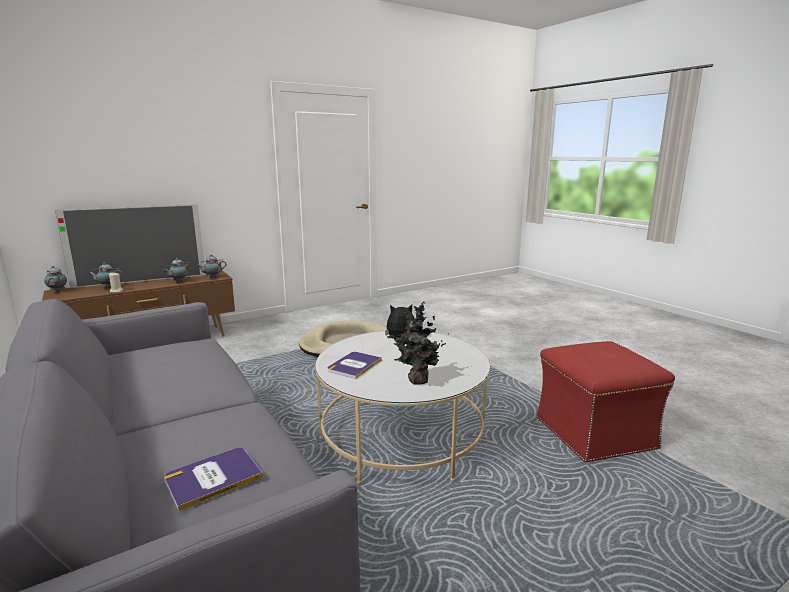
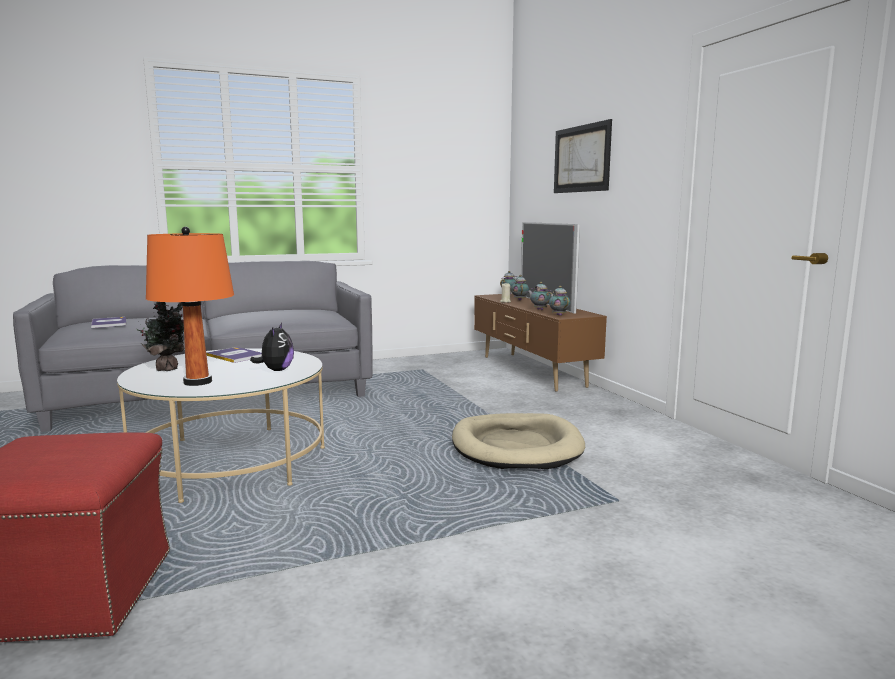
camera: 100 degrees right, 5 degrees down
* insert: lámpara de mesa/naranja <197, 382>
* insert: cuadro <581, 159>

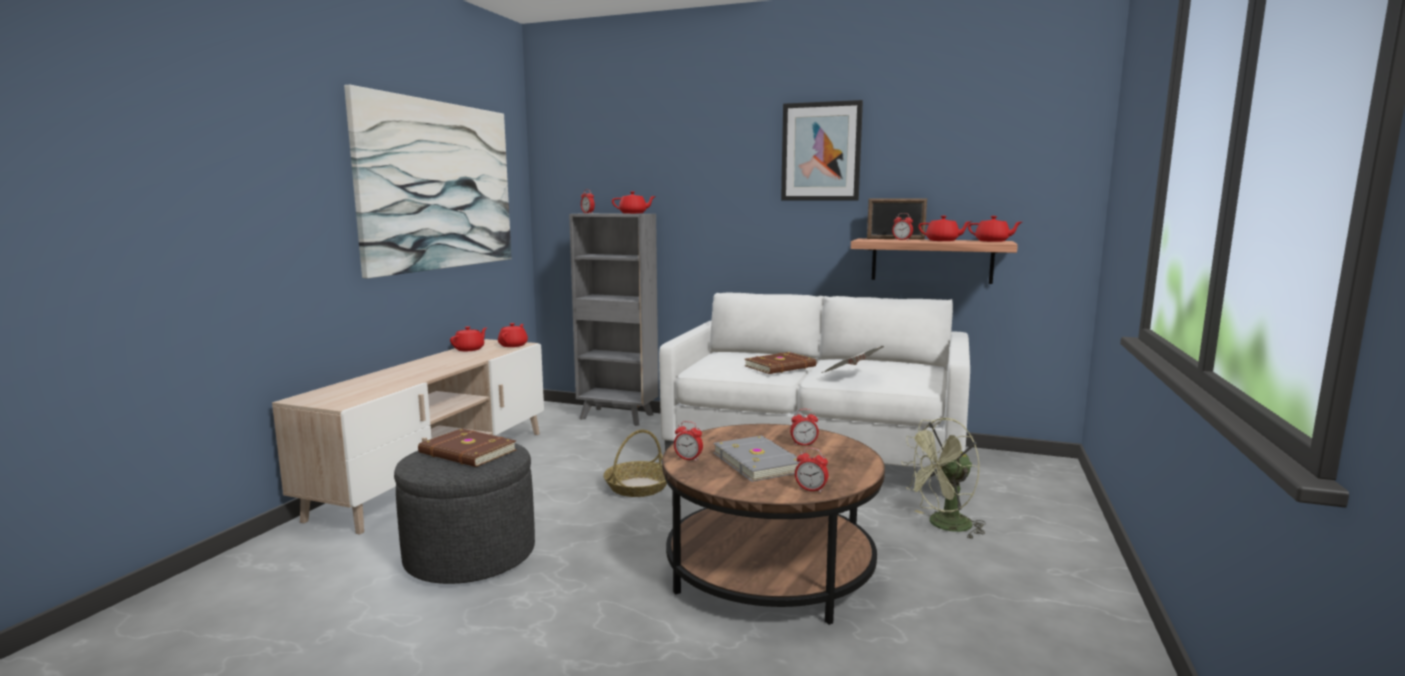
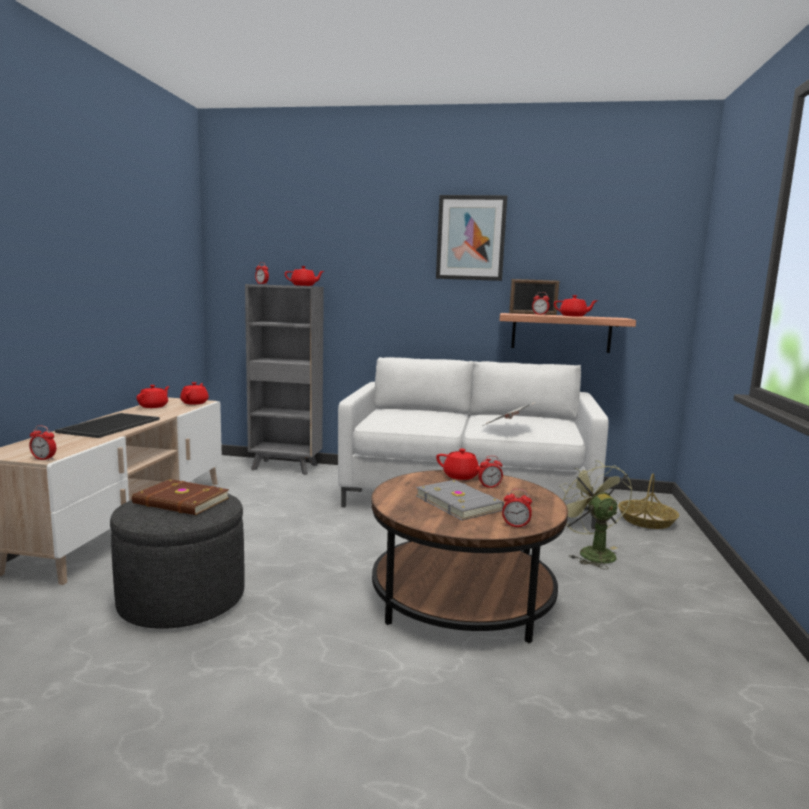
camera: 10 degrees left, 0 degrees up
* delete: cuadro <438, 186>
* move: cesta <638, 486> to <646, 520>
* move: despertador <688, 459> to <44, 459>
* delete: libro/marrón <781, 366>
* rotate: ventilador/verde <943, 526> = <591, 552> 105 degrees clockwise
* move: tetera/rojo <992, 241> to <461, 476>
* insert: bandeja <109, 425>

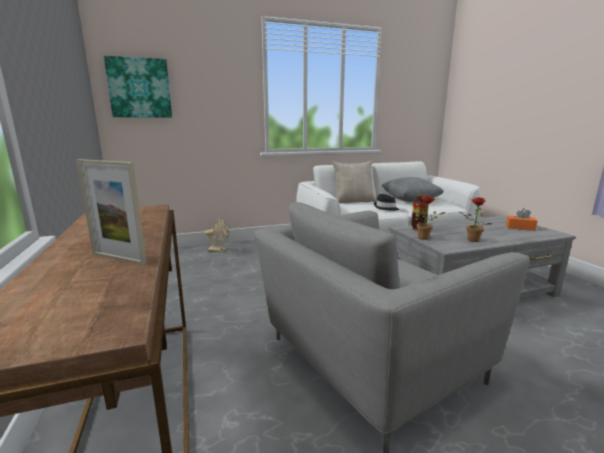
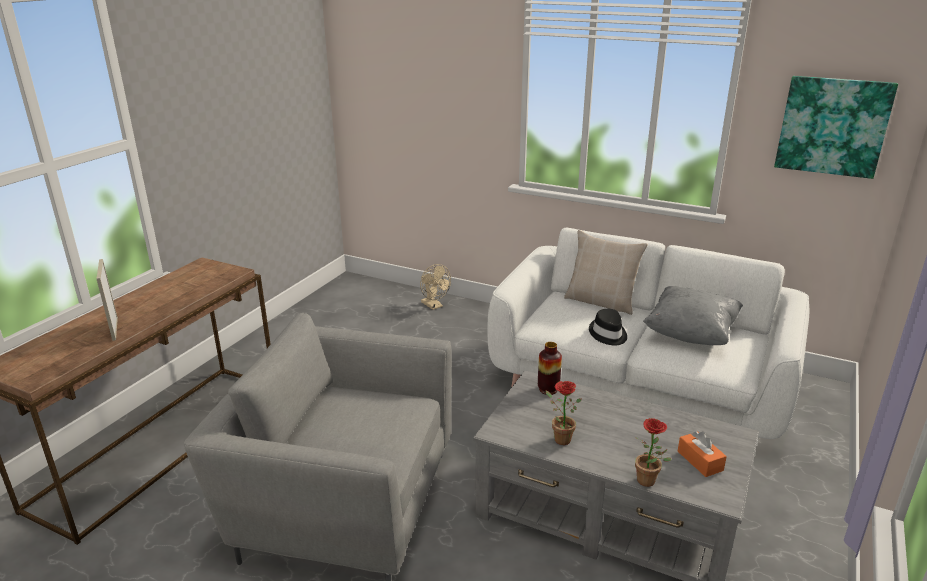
camera: 45 degrees right, 10 degrees up
* move: cuadro <140, 88> to <832, 126>
* move: planta en maceta <425, 238> to <649, 482>

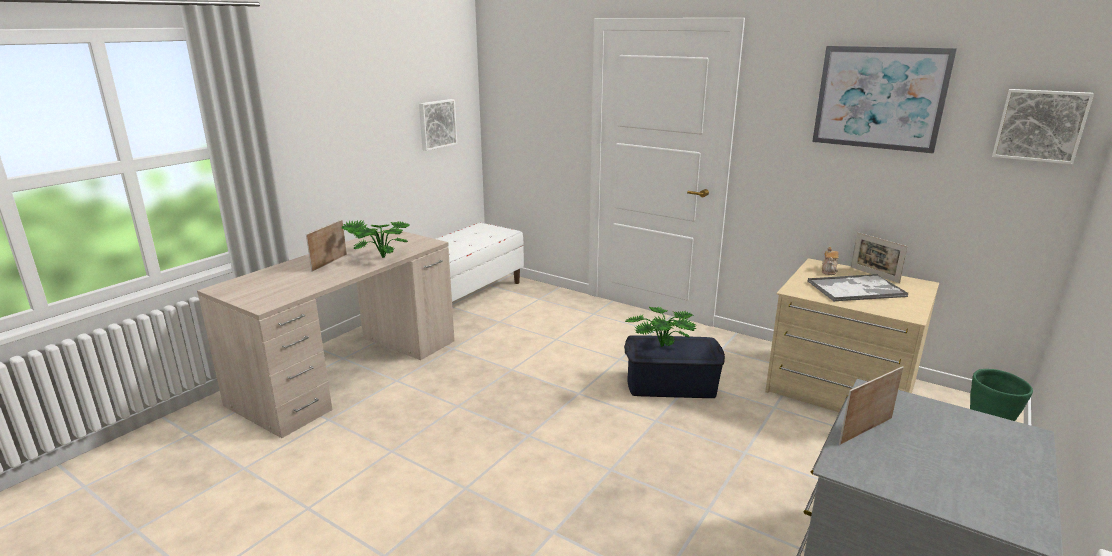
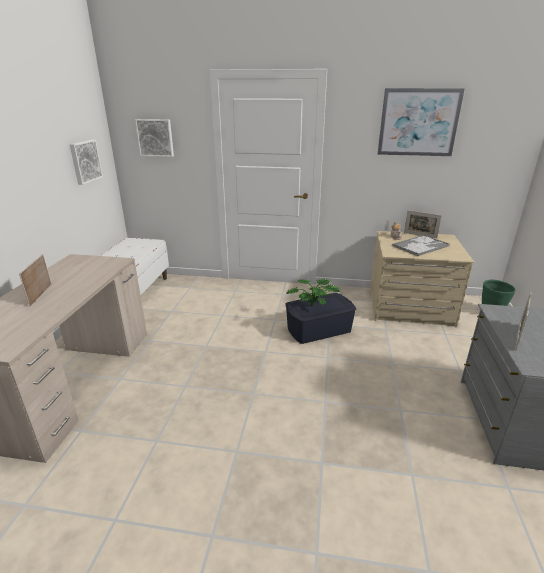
camera: 25 degrees left, 5 degrees up
* delete: planta en maceta <378, 258>
* move: cuadro <1040, 125> to <155, 137>

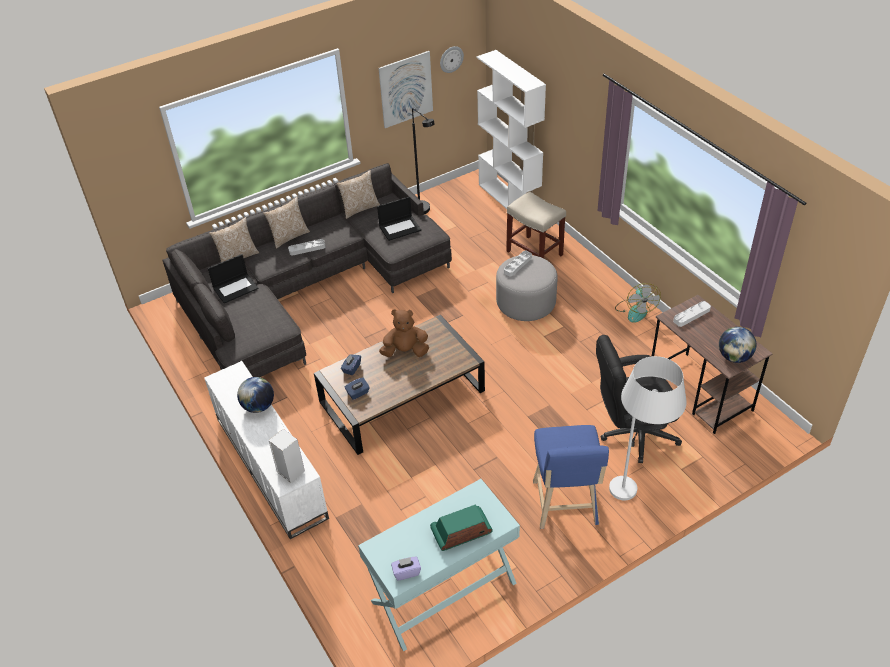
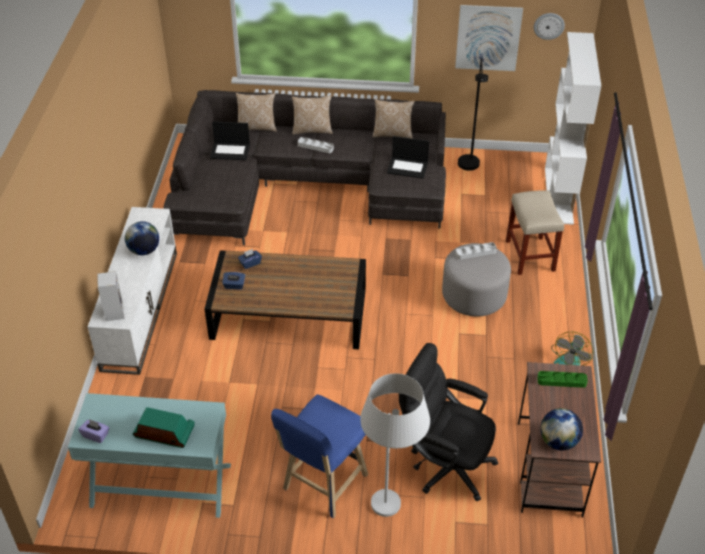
camera: 35 degrees right, 0 degrees up
* delete: peluche/marrón <405, 351>
* recolor: bandeja/gris <691, 315> to bandeja/verde <561, 381>

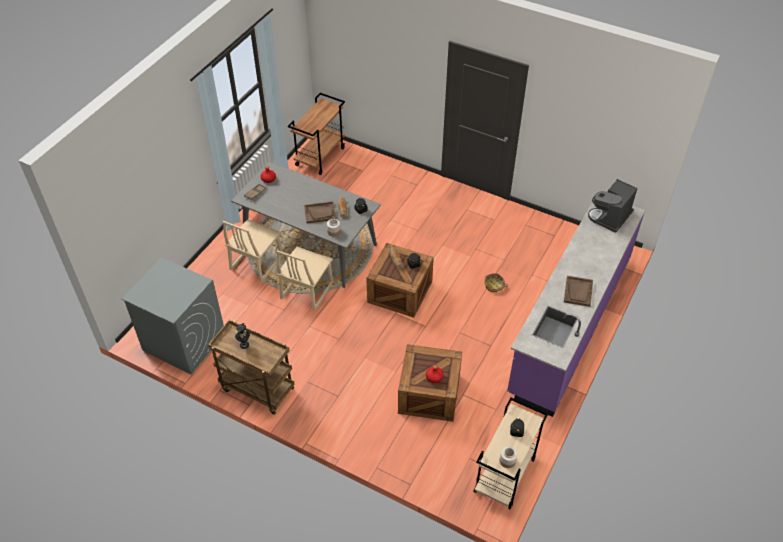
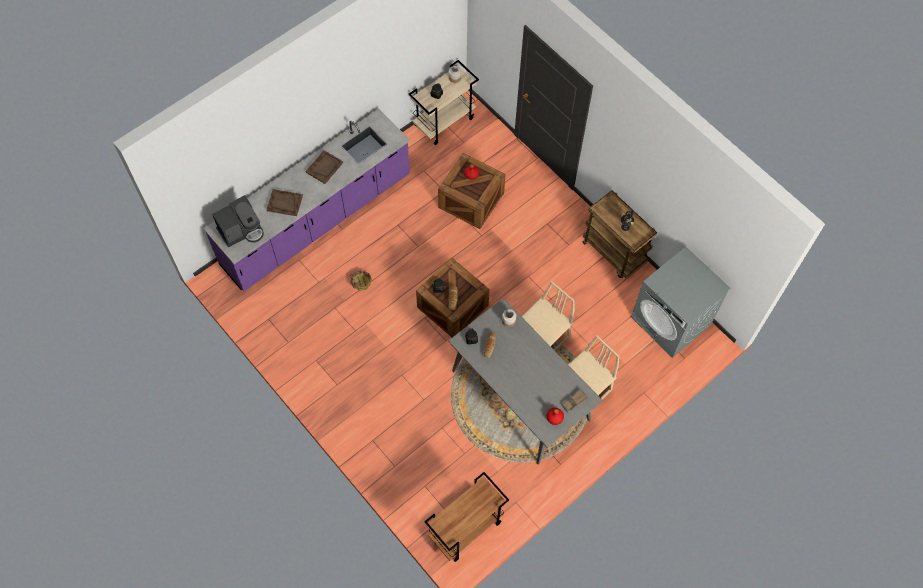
camera: 160 degrees left, 15 degrees up
* move: bandeja/marrón <320, 213> to <284, 203>

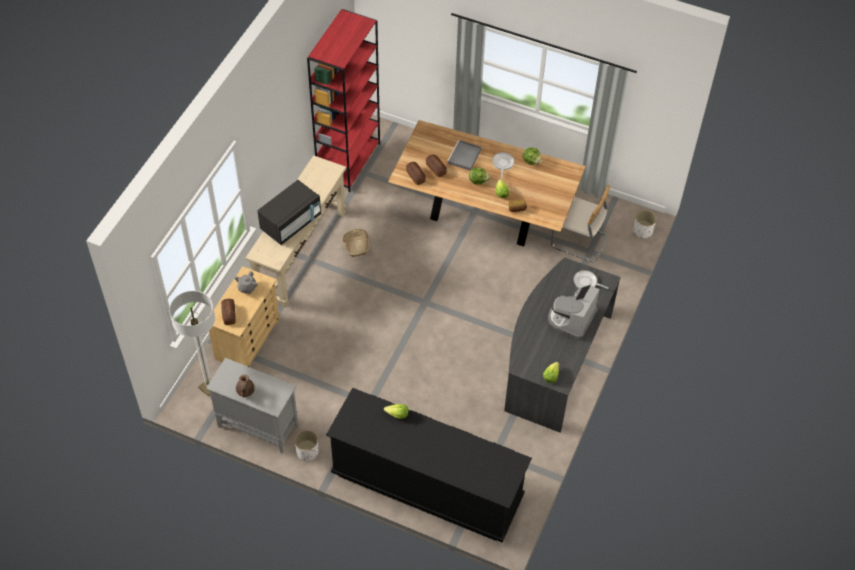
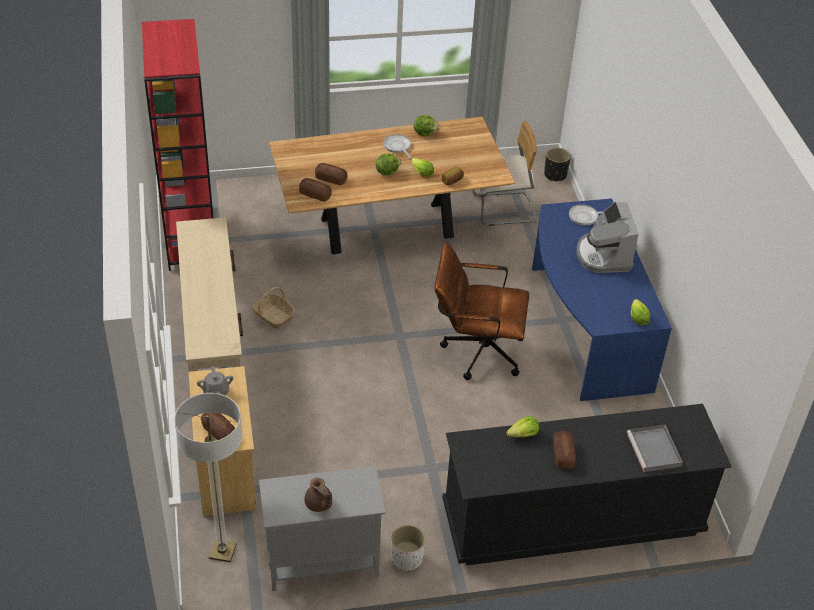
camera: 35 degrees left, 10 degrees down
* delete: microondas/negro <291, 223>
* move: bandeja/gris <464, 157> to <654, 451>
* recolor: escritorio/gris <554, 361> to escritorio/azul <584, 328>
* recolor: maceta/blanco <643, 231> to maceta/negro <555, 175>
* insert: silla de oficina/marrón <476, 350>
* insert: pan <563, 454>

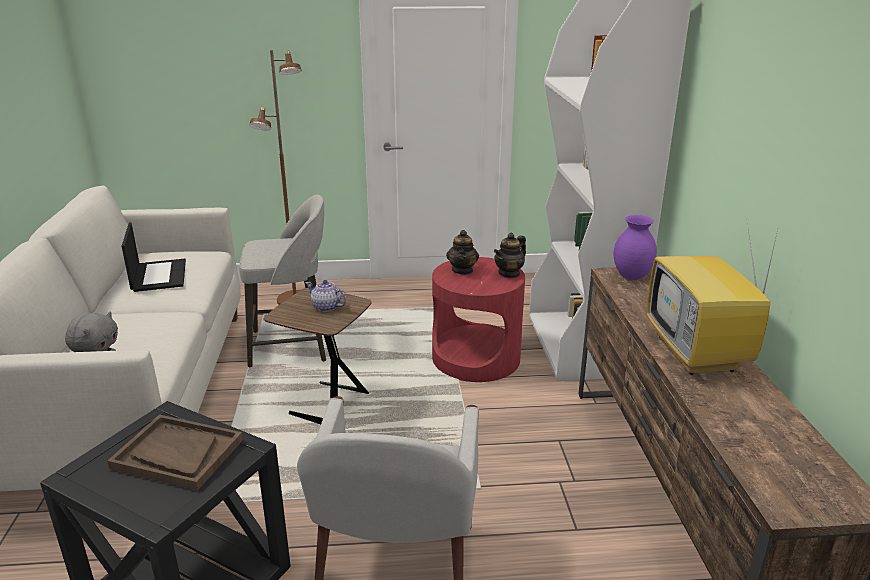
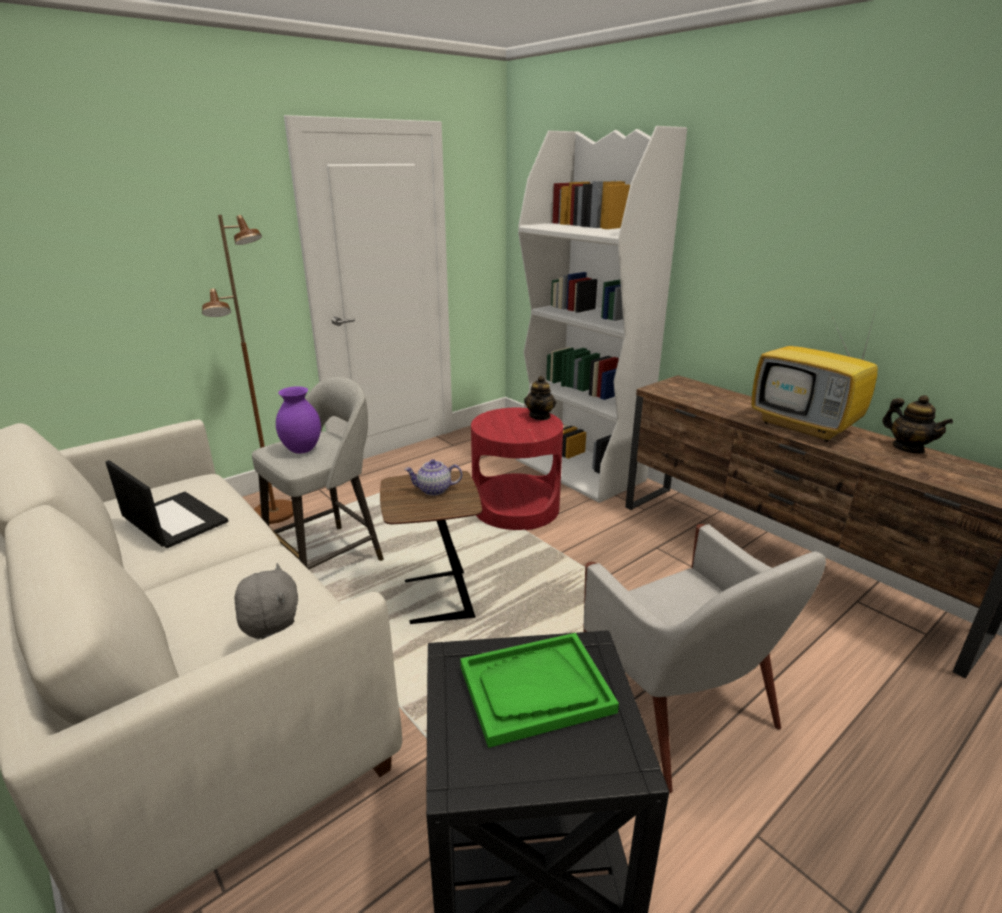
camera: 35 degrees left, 0 degrees up
* recolor: bandeja/marrón <177, 454> to bandeja/verde <535, 690>
* move: tetera <462, 270> to <908, 448>
* move: florero/morado <632, 277> to <302, 450>

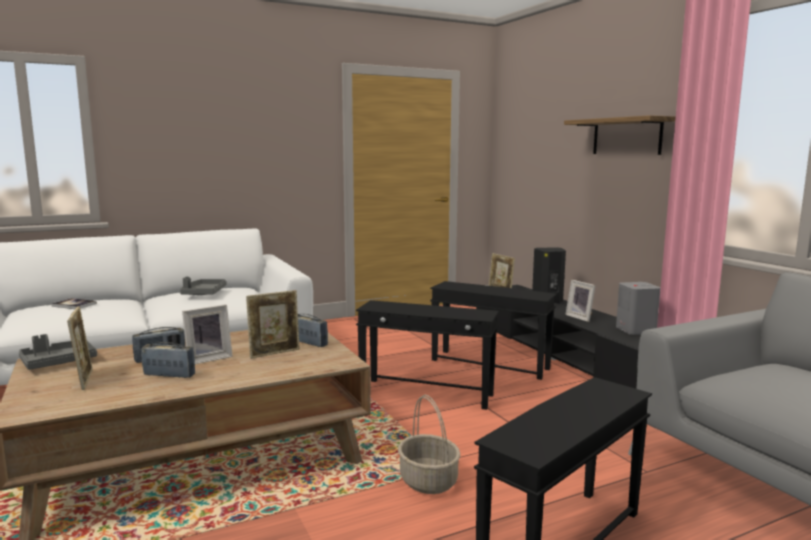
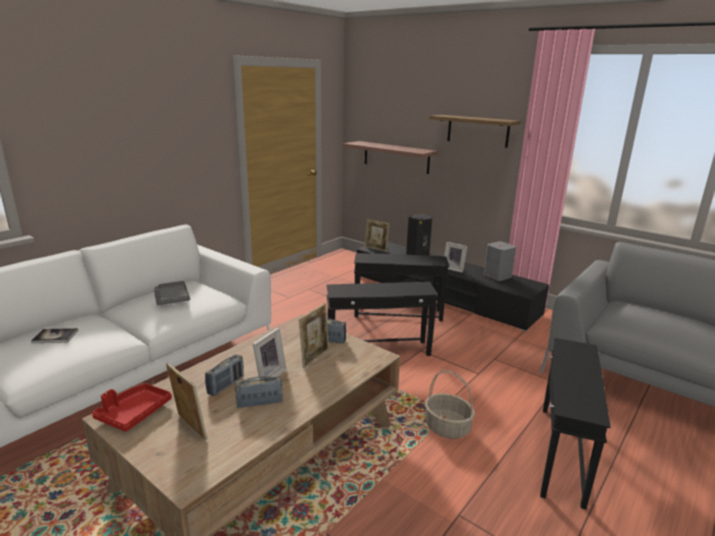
camera: 25 degrees left, 10 degrees up
* recolor: bandeja/gris <58, 362> to bandeja/rojo <134, 413>
* insert: estante <396, 157>

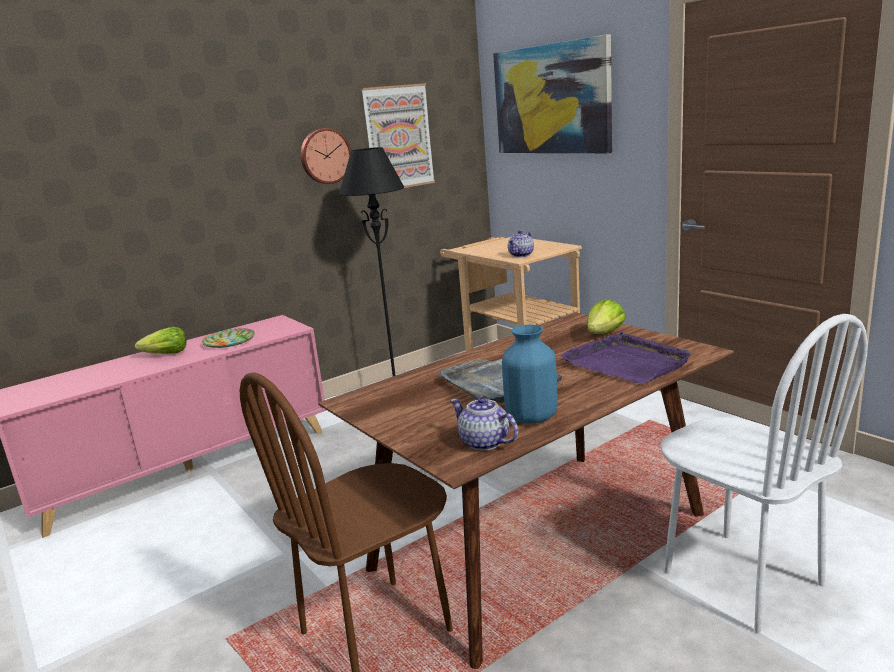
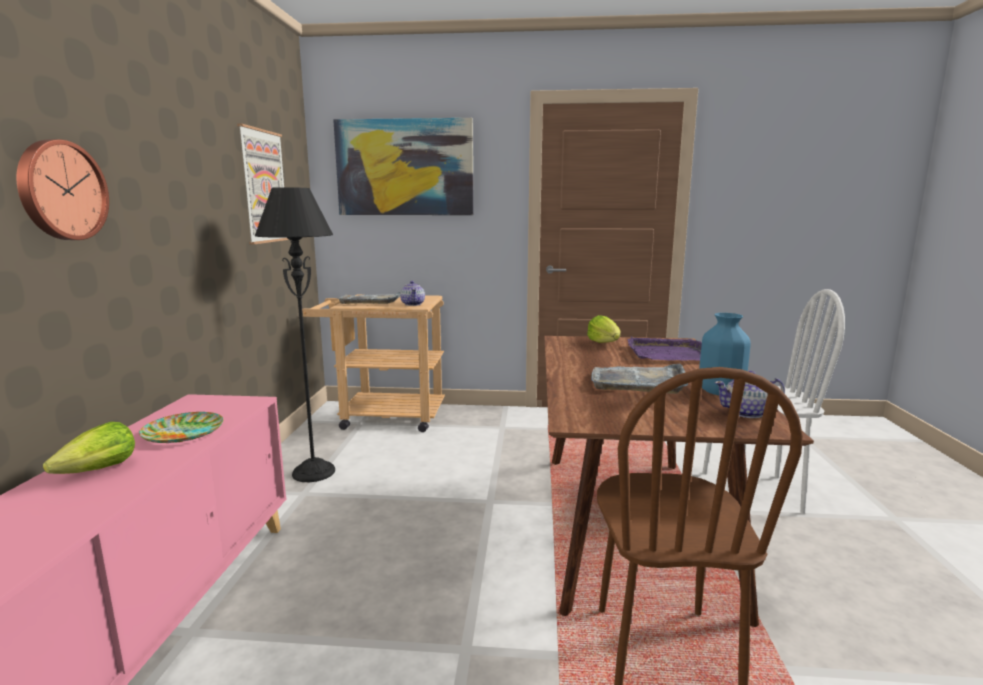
camera: 50 degrees left, 5 degrees down
* move: reloj de pared <325, 156> to <61, 190>
* insert: bandeja/gris <372, 300>

